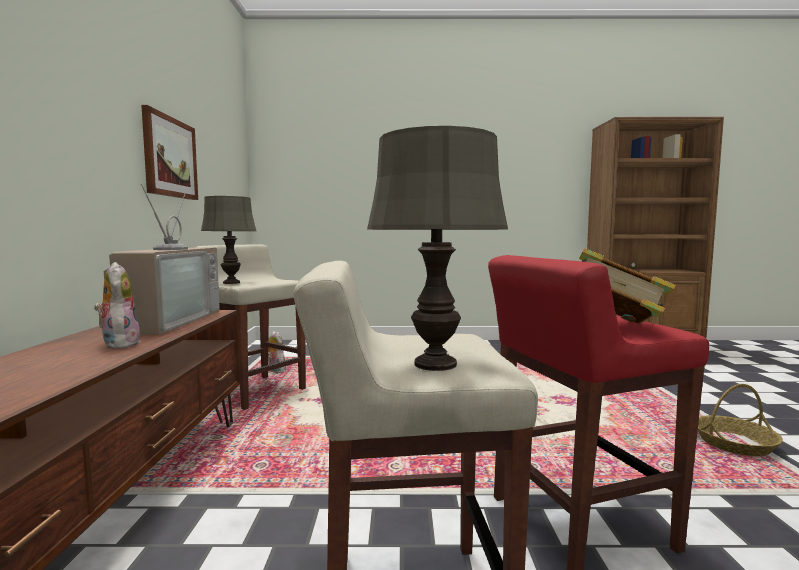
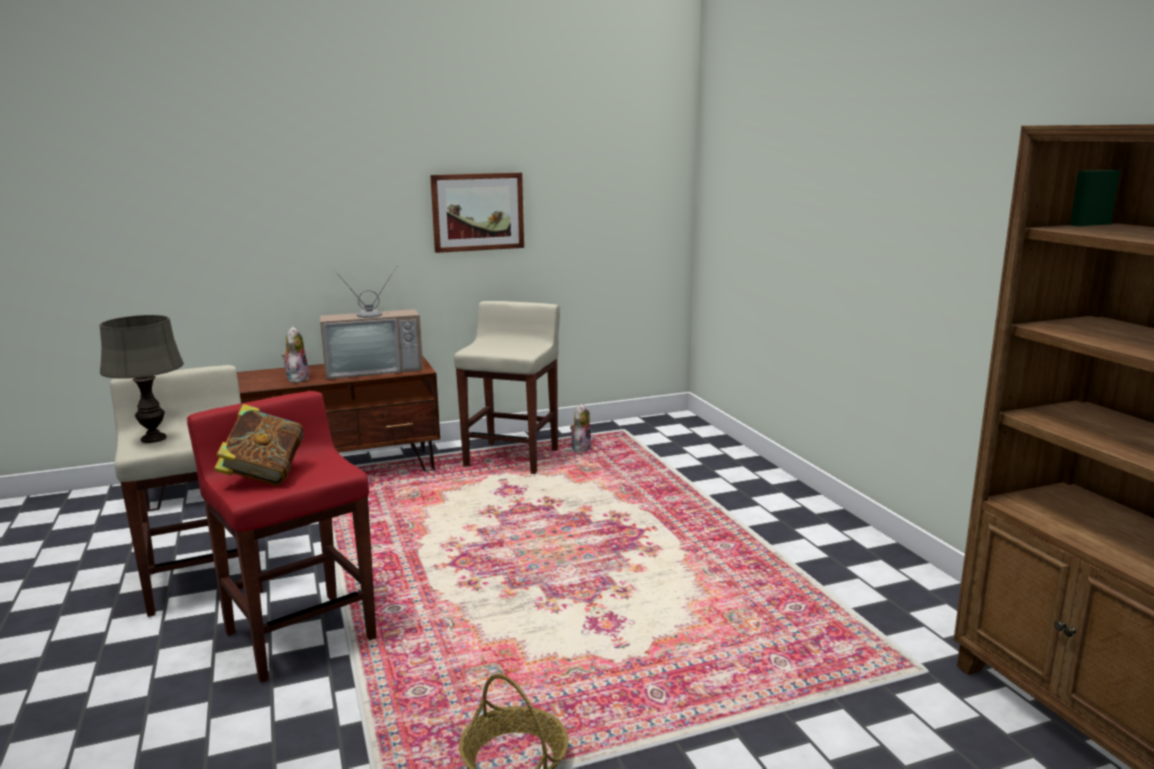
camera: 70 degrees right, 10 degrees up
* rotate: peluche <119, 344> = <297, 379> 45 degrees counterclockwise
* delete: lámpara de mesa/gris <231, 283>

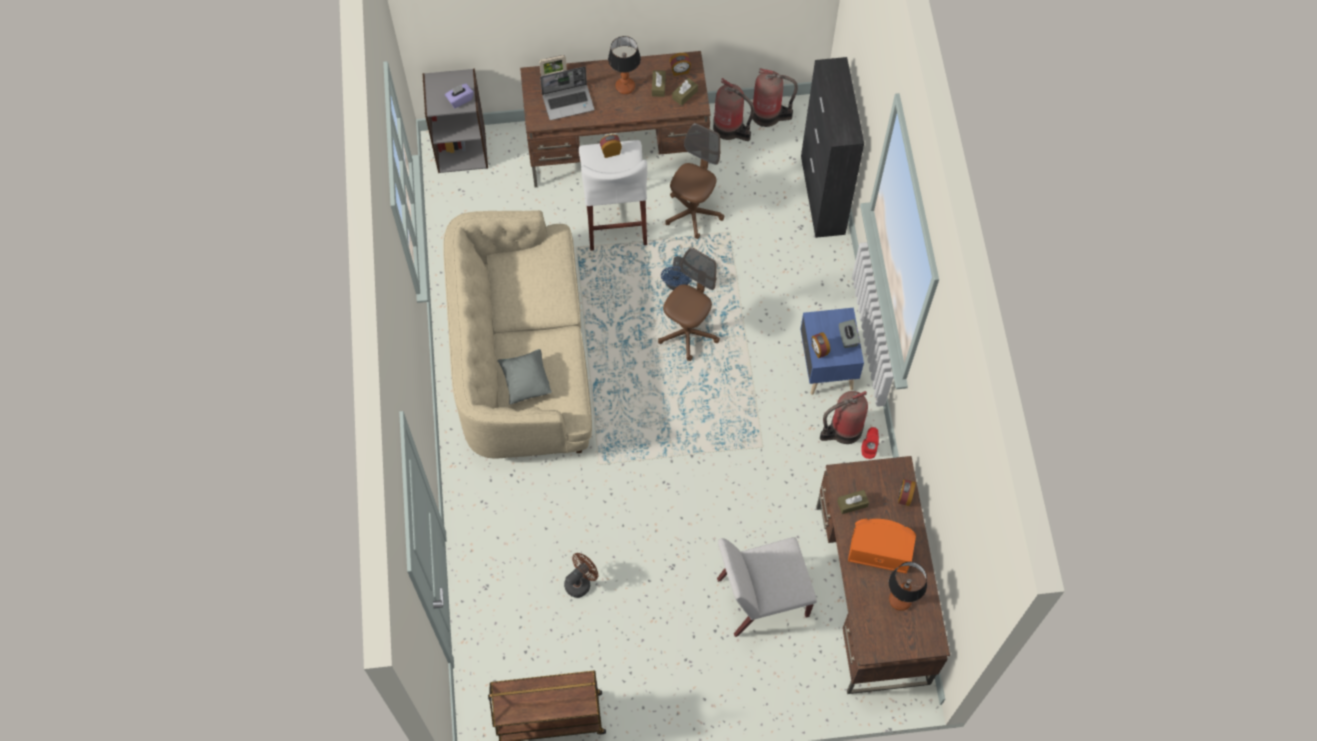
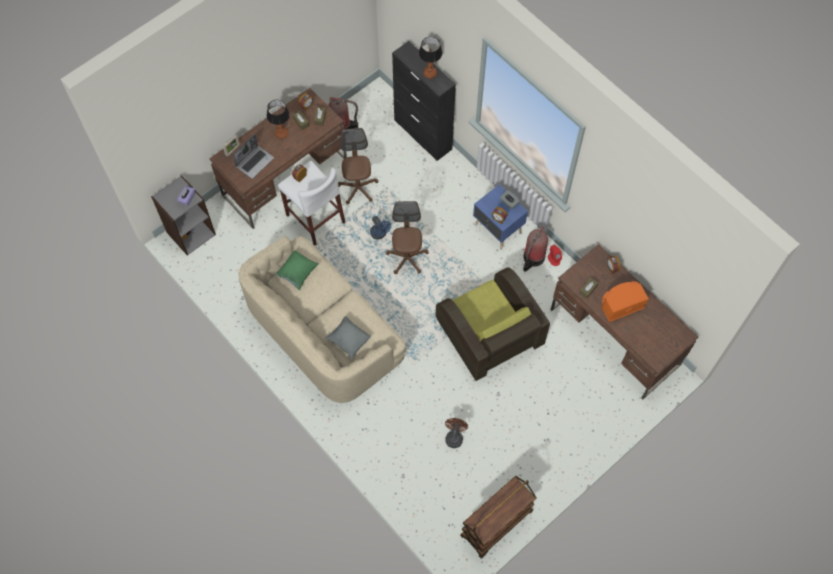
camera: 35 degrees left, 0 degrees up
* delete: silla/blanco <761, 598>
* delete: extintor <768, 115>
* move: lámpara de mesa <900, 600> to <430, 73>
* insert: cojín/verde <297, 273>
* insert: sillón/marrón <489, 333>

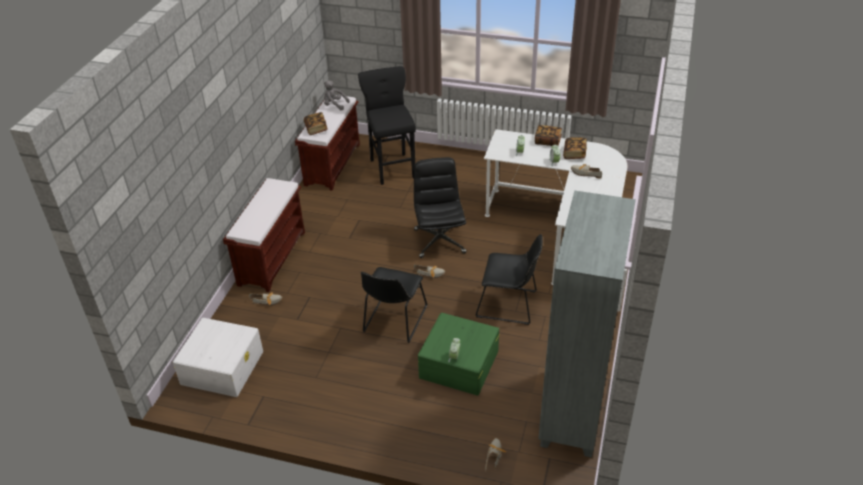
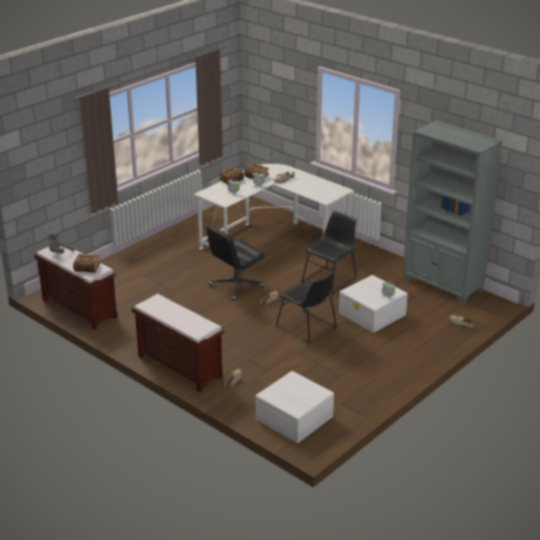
camera: 65 degrees left, 10 degrees down
* delete: taburete/negro <392, 167>
* rotate: silla de oficina/negro <439, 240> = <235, 286> 60 degrees counterclockwise
* recolor: caja de almacenaje/verde <458, 364> to caja de almacenaje/blanco <372, 314>

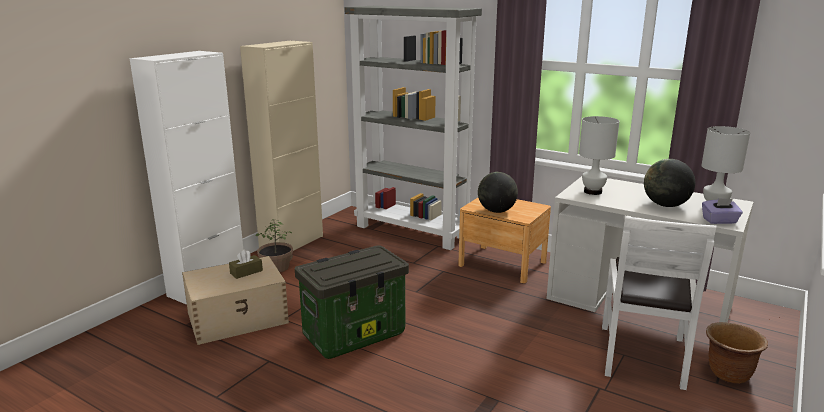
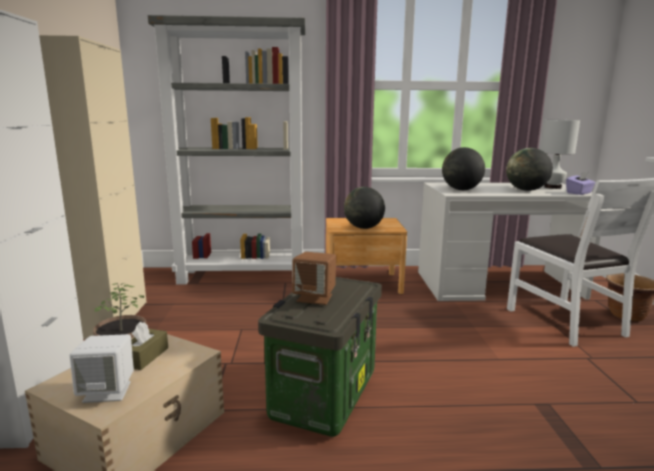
camera: 35 degrees left, 5 degrees down
* replace: lámpara de mesa/blanco <593, 192> to globo terráqueo <461, 190>
* insert: altavoz/blanco <108, 391>
* insert: altavoz/marrón <315, 298>

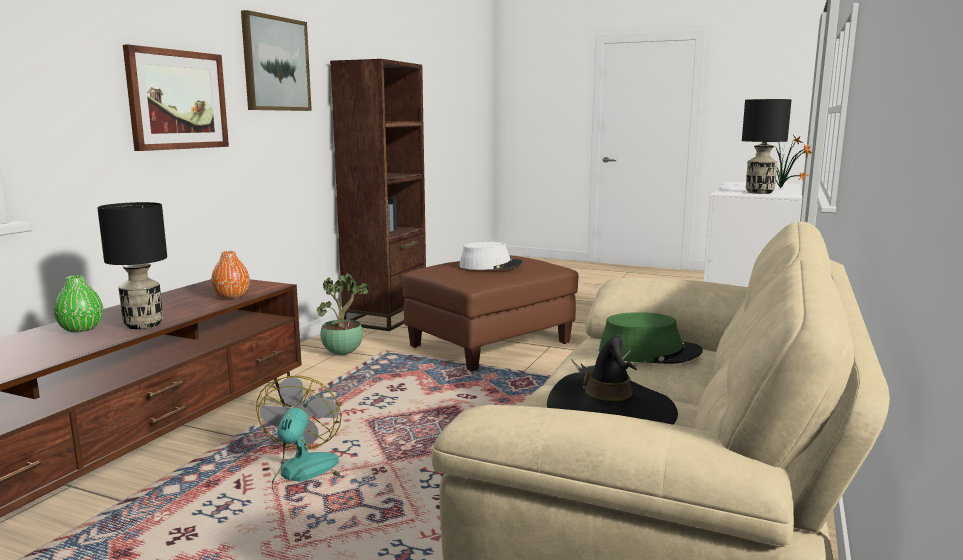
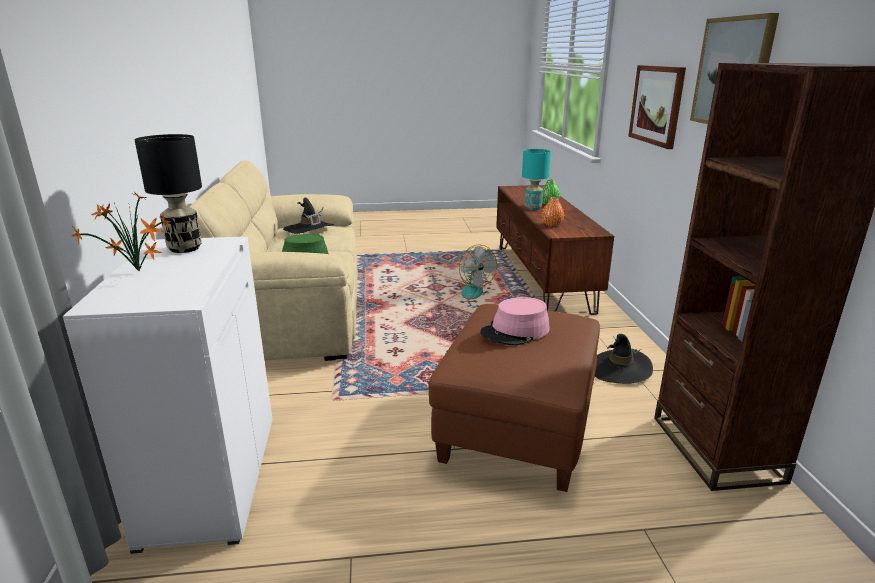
camera: 150 degrees right, 10 degrees up
* recolor: lámpara de mesa/negro <143, 325> to lámpara de mesa/turquesa <533, 208>
* replace: planta en maceta <343, 353> to sombrero/negro <618, 369>
* recolor: sombrero/blanco <491, 265> to sombrero/rosa <515, 331>

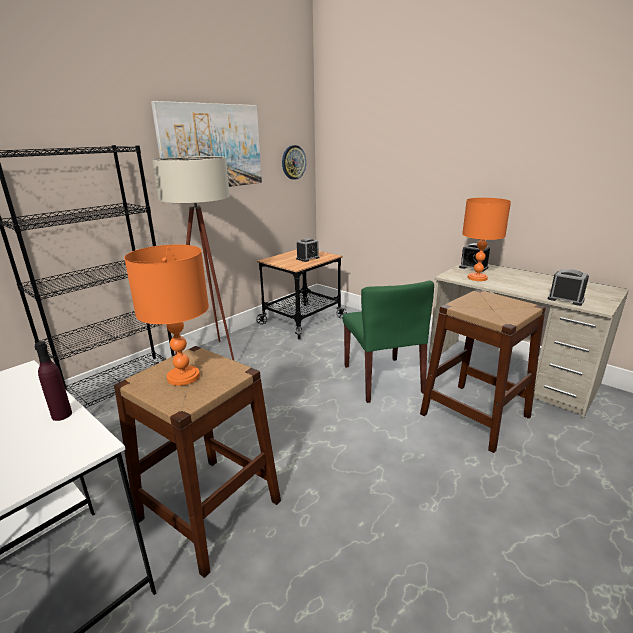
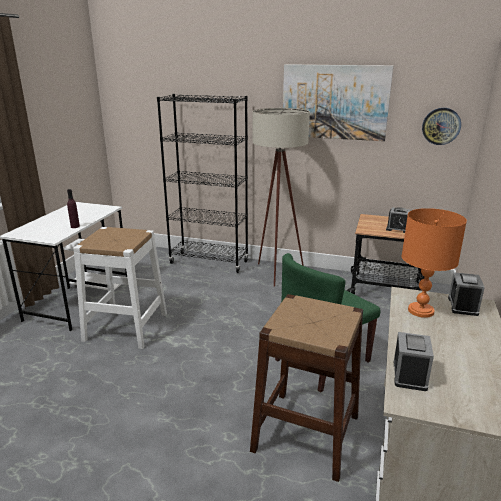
camera: 65 degrees right, 0 degrees up
* recolor: taburete/marrón <209, 509> to taburete/blanco <126, 327>
* delete: lámpara de mesa/naranja <184, 376>

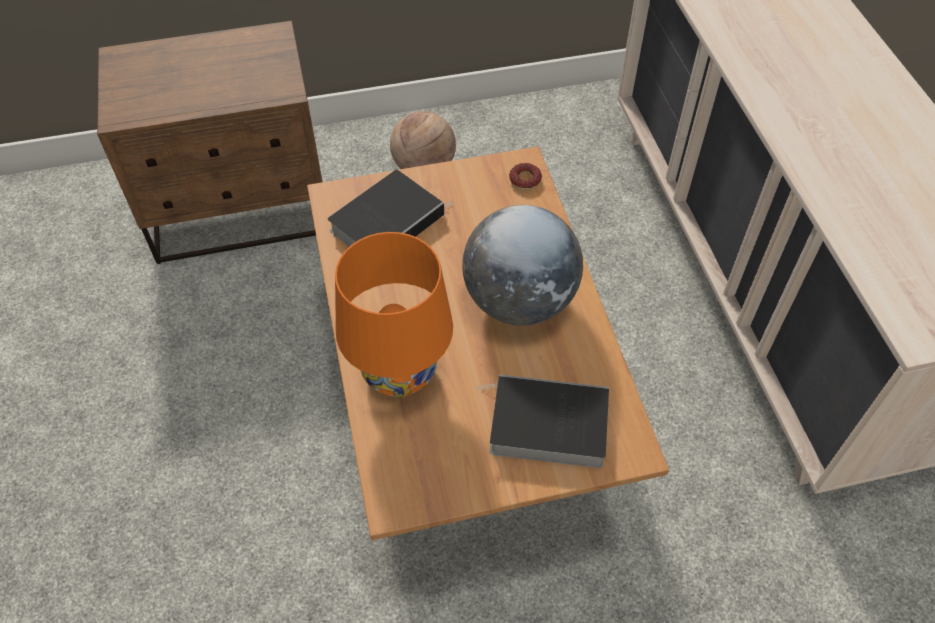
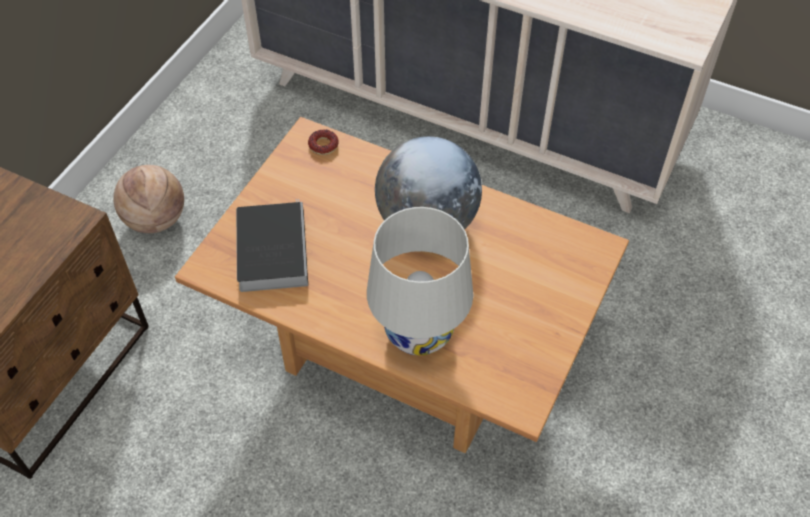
camera: 50 degrees left, 0 degrees up
* recolor: lámpara de mesa/naranja <399, 373> to lámpara de mesa/blanco <419, 333>
* delete: libro <544, 425>

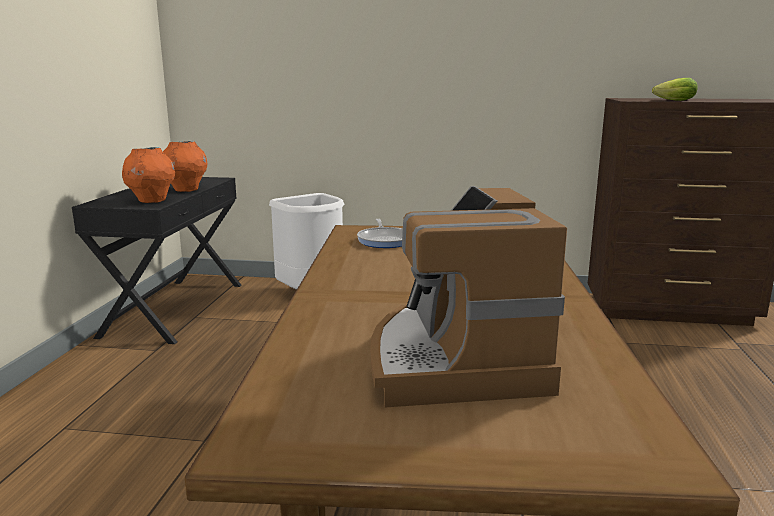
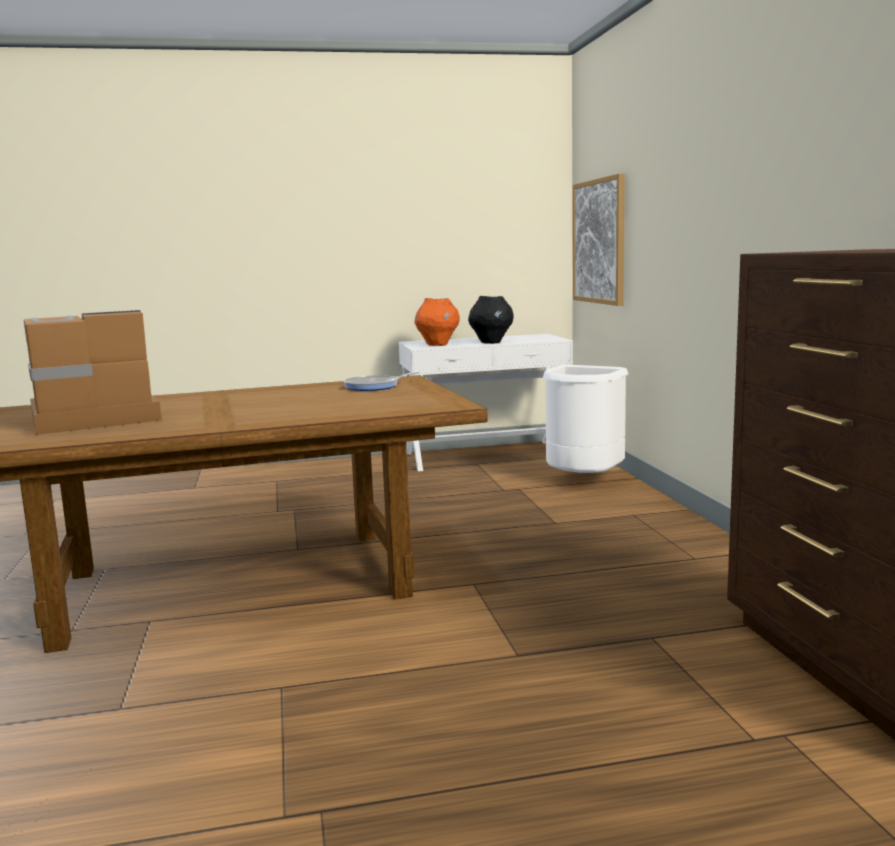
camera: 70 degrees right, 5 degrees down
* recolor: mesa consola/negro <175, 309> to mesa consola/blanco <486, 455>
* recolor: florero/naranja <185, 190> to florero/negro <491, 342>
* delete: lechuga <672, 100>
* insert: cuadro <599, 241>

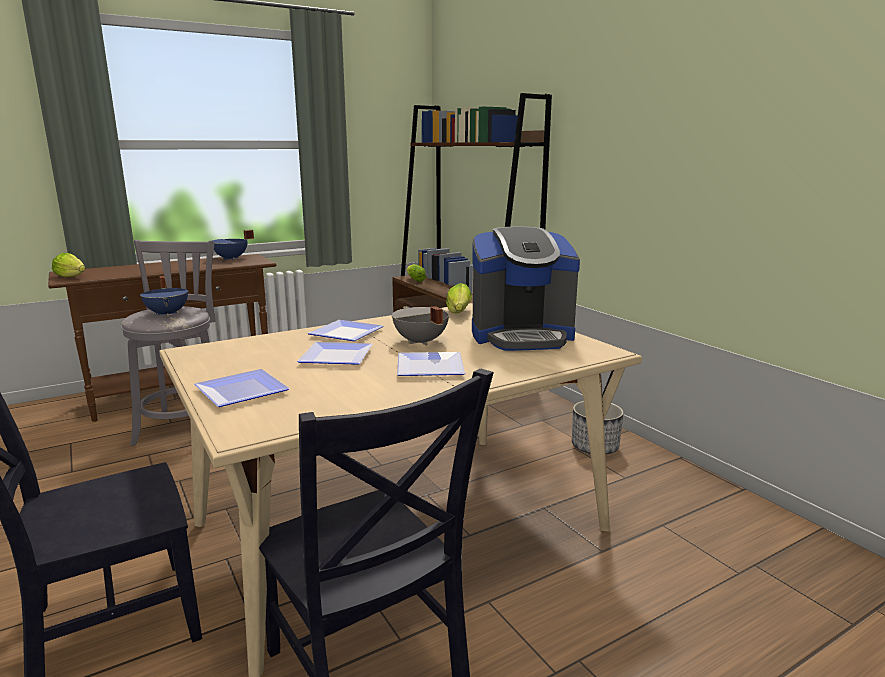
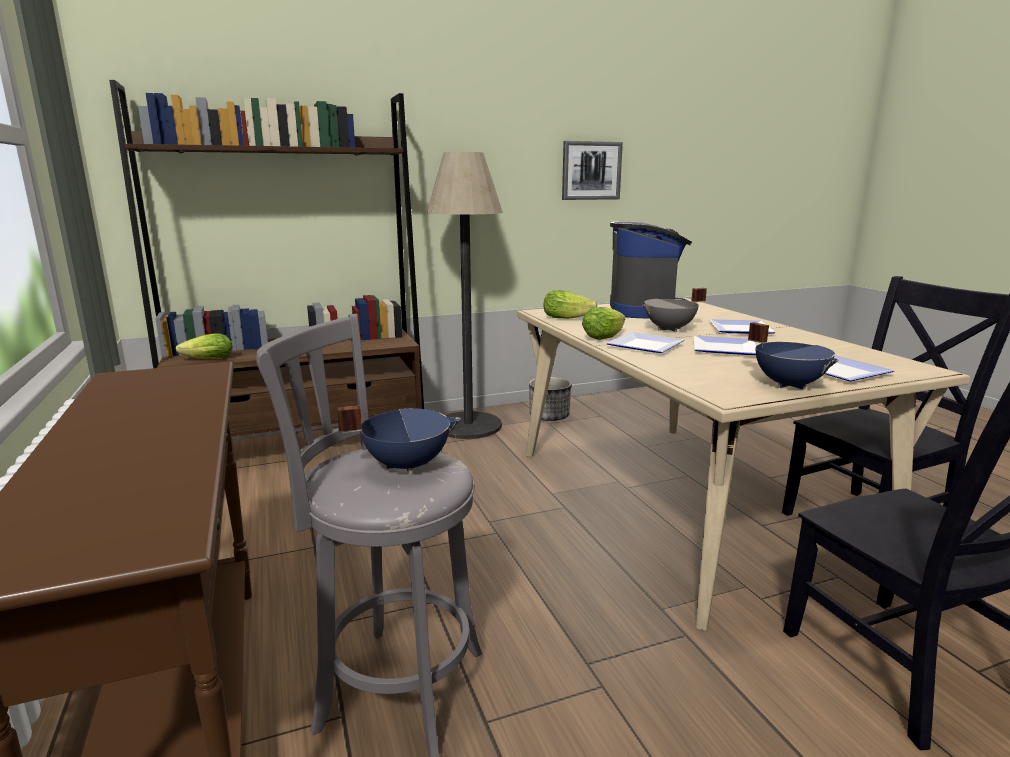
camera: 80 degrees left, 0 degrees up
* move: lechuga <72, 277> to <605, 336>
* move: olla/azul <231, 258> to <789, 384>
* insert: lámpara de pie <468, 426>
* insert: cuadro <591, 170>

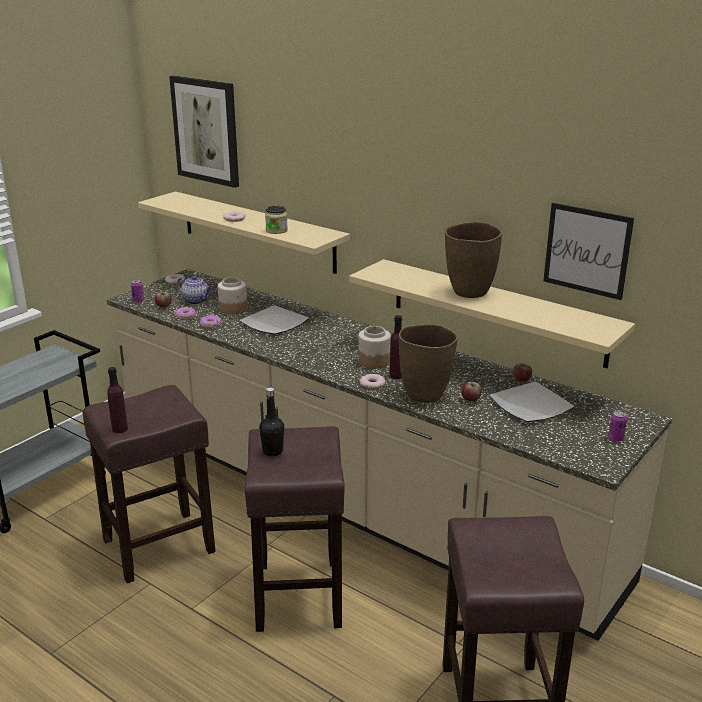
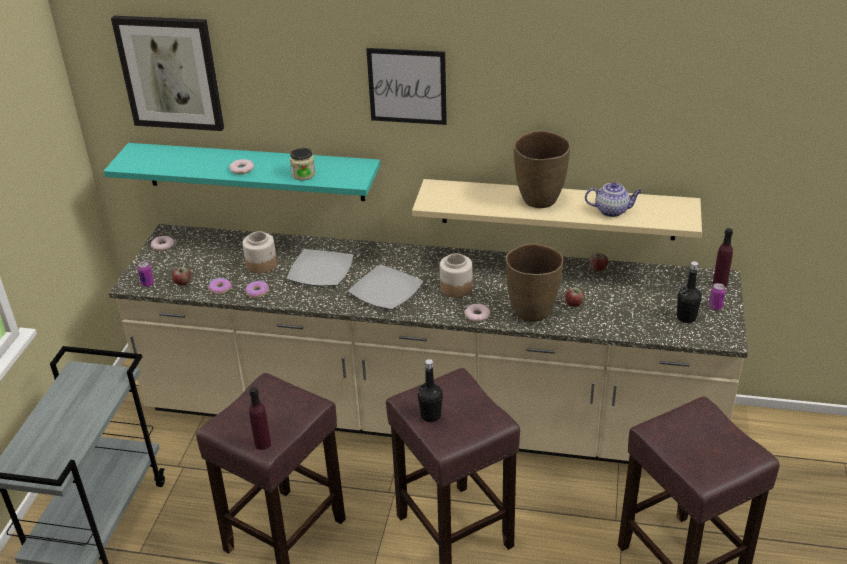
camera: 25 degrees left, 10 degrees up
* recolor: estante/beis <257, 231> to estante/turquesa <254, 171>
* move: tetera <196, 301> to <612, 211>
* move: botella/morado <396, 375> to <720, 283>
* move: plato <531, 405> to <386, 290>
* move: cuadro <587, 250> to <407, 86>
* insert: botella/negro <686, 318>

